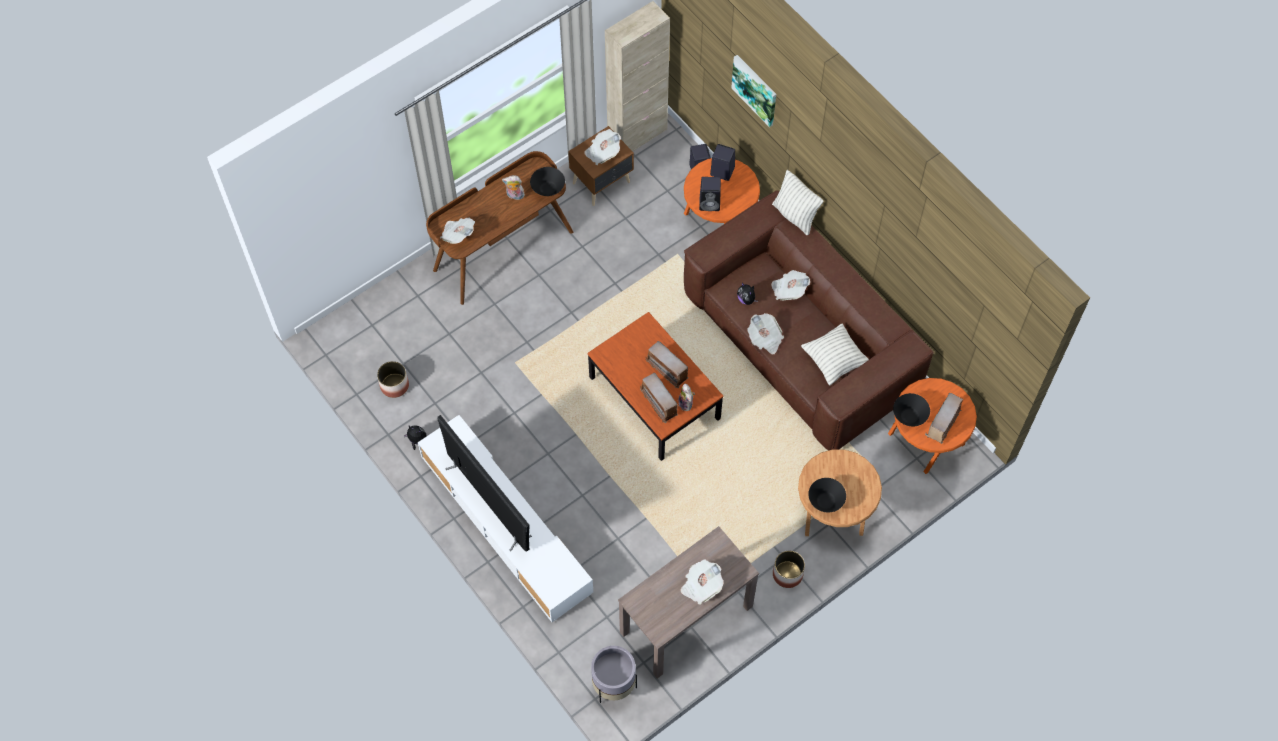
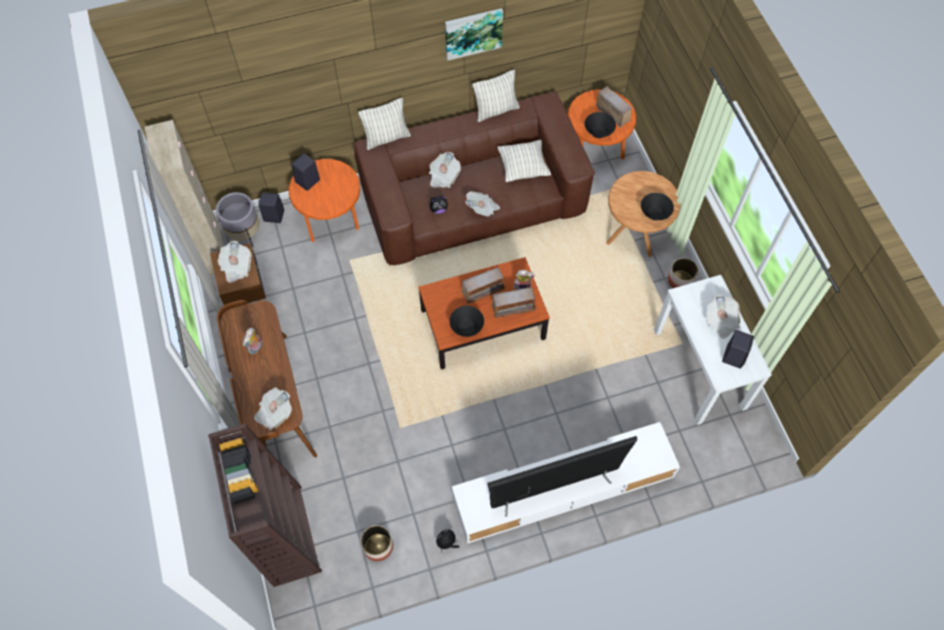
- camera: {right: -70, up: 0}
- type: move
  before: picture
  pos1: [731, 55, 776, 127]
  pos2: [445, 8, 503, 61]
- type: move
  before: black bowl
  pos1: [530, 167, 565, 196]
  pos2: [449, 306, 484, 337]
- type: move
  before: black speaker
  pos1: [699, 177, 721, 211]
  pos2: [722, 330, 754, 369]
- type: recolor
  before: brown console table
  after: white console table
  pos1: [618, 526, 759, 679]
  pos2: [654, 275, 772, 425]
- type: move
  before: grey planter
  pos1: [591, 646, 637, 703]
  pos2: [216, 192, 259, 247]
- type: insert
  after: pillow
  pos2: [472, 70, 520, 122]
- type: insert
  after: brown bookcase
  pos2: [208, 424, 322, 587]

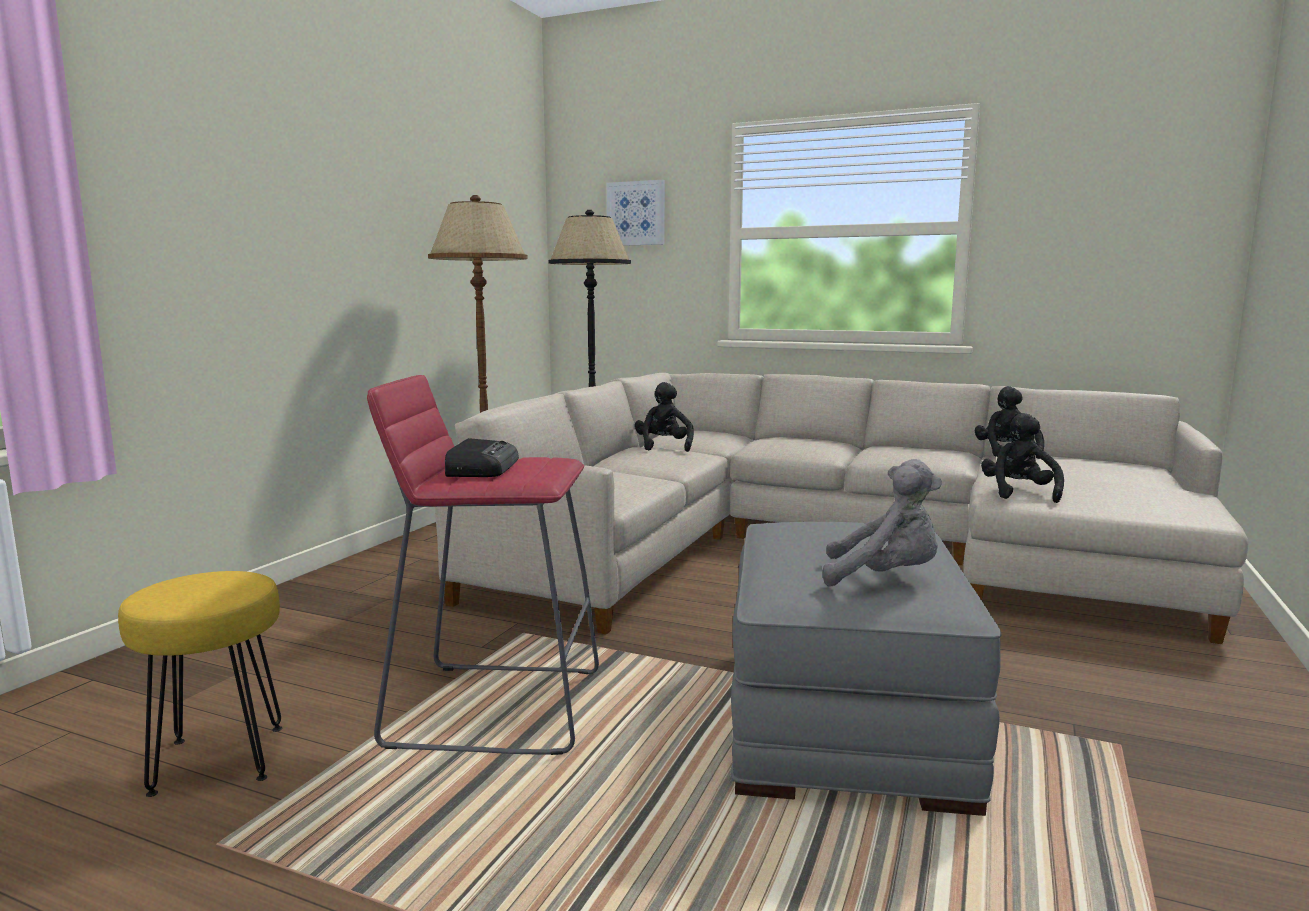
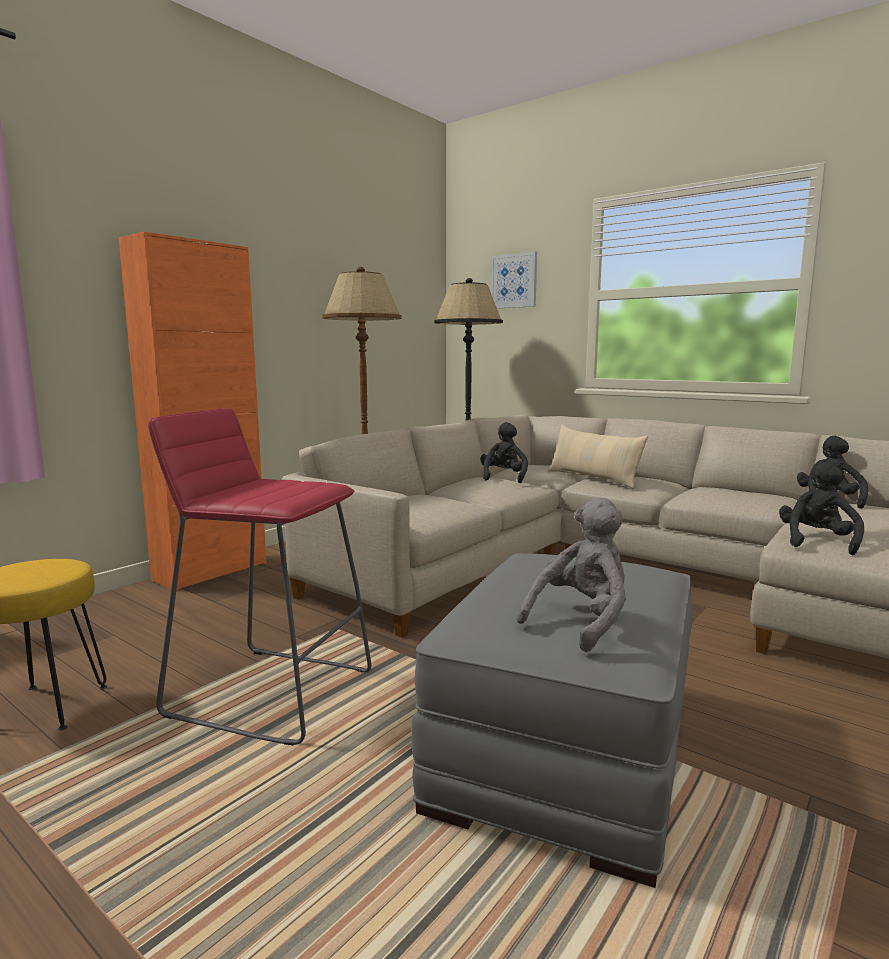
- camera: {right: 15, up: 0}
- type: delete
  before: radio
  pos1: [445, 438, 519, 477]
- type: rotate
  before: grey plush toy
  pos1: [823, 459, 942, 586]
  pos2: [517, 498, 626, 652]
  turn: -75
- type: insert
  after: orange cabinet
  pos2: [119, 231, 266, 591]
- type: insert
  after: beige pillow
  pos2: [548, 425, 648, 488]

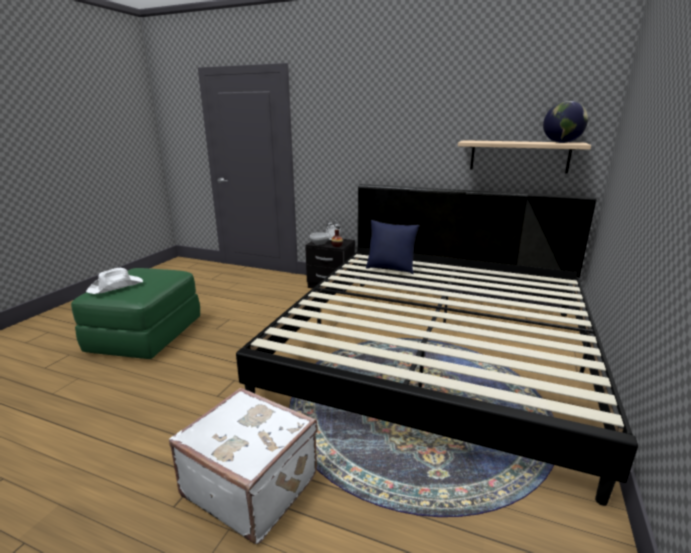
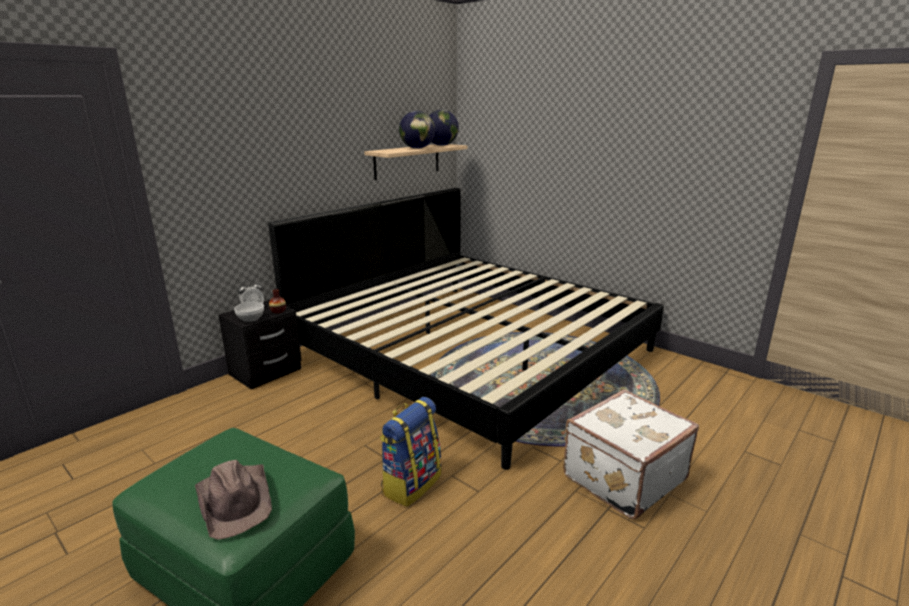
- camera: {right: -70, up: 0}
- type: delete
  before: blue pillow
  pos1: [366, 220, 420, 274]
- type: recolor
  before: white hat
  after: brown hat
  pos1: [86, 268, 143, 294]
  pos2: [195, 460, 272, 540]
- type: insert
  after: globe
  pos2: [399, 111, 435, 149]
- type: insert
  after: backpack
  pos2: [380, 397, 441, 507]

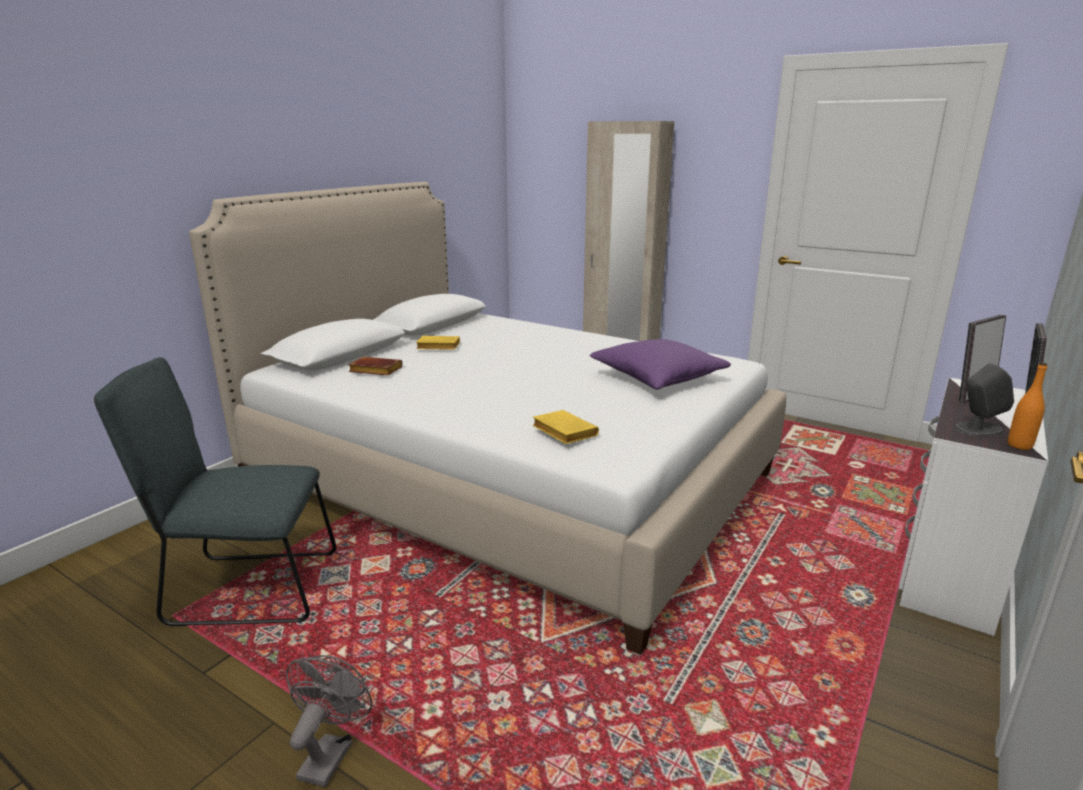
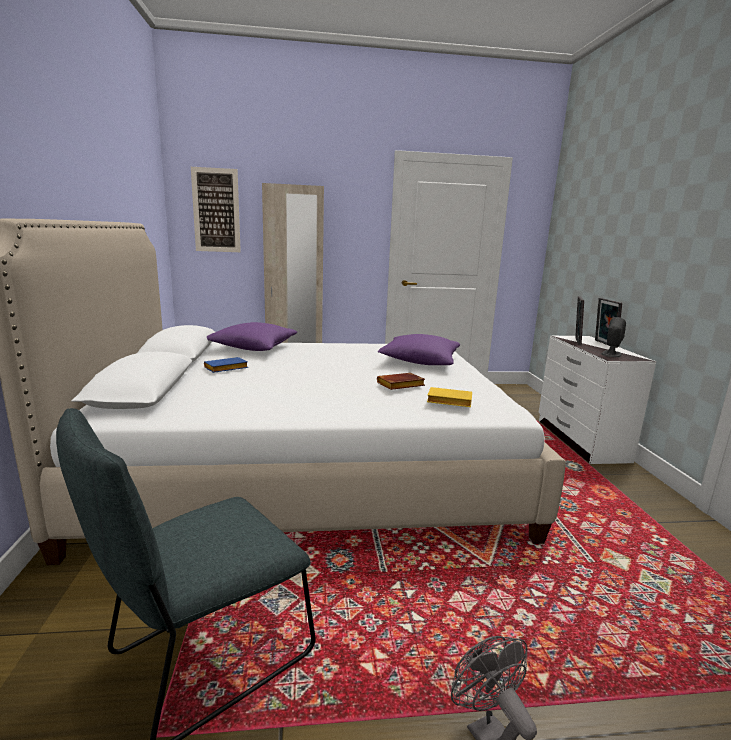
- camera: {right: -40, up: -5}
- type: recolor
  before: yellow book
  after: blue book
  pos1: [416, 336, 460, 350]
  pos2: [204, 357, 248, 373]
- type: move
  before: brown book
  pos1: [348, 357, 403, 375]
  pos2: [377, 373, 425, 390]
- type: delete
  before: orange bottle
  pos1: [1008, 362, 1047, 450]
- type: insert
  after: picture
  pos2: [191, 167, 241, 252]
- type: insert
  after: purple pillow
  pos2: [207, 322, 297, 351]

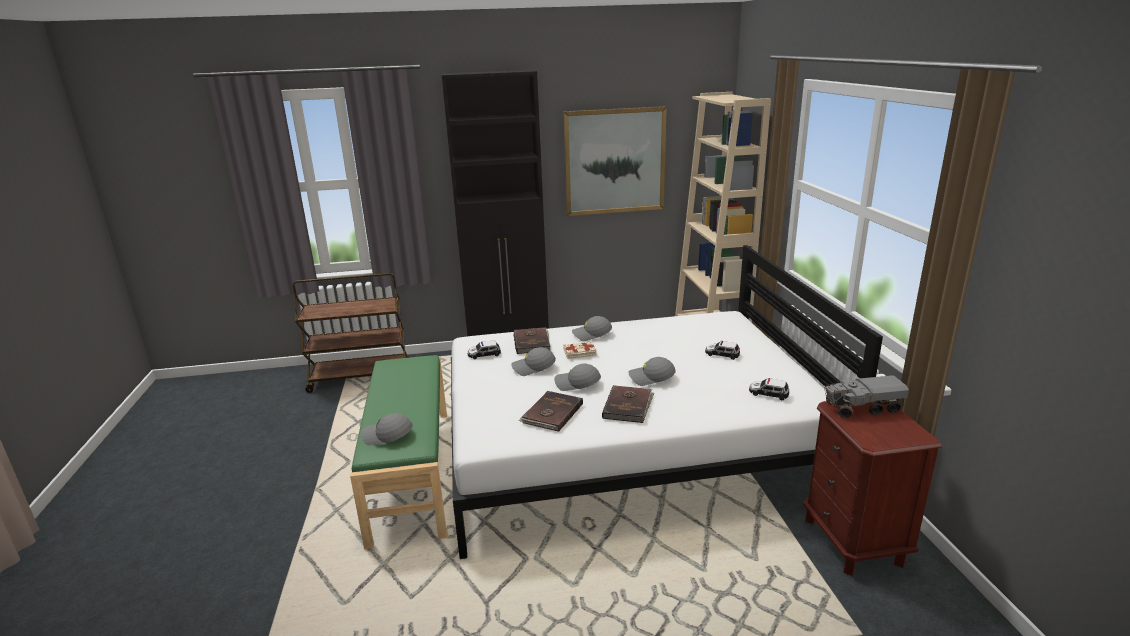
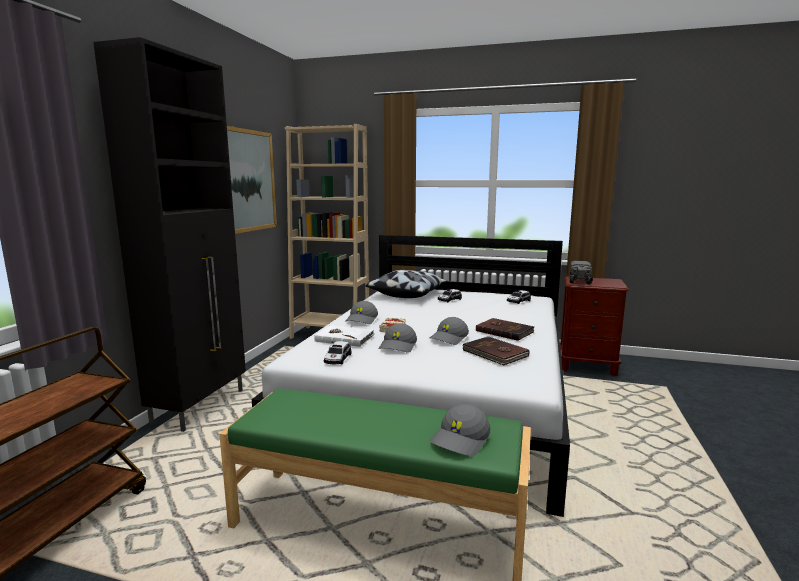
- camera: {right: -65, up: -10}
- type: recolor
  before: brown book
  after: white book
  pos1: [514, 327, 551, 354]
  pos2: [314, 325, 374, 347]
- type: delete
  before: grey cap
  pos1: [628, 357, 676, 386]
- type: insert
  after: pillow
  pos2: [365, 270, 447, 298]

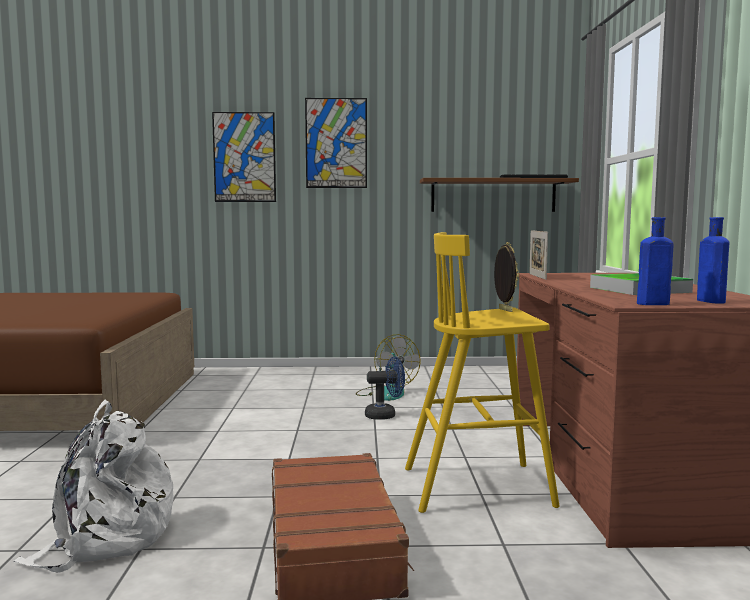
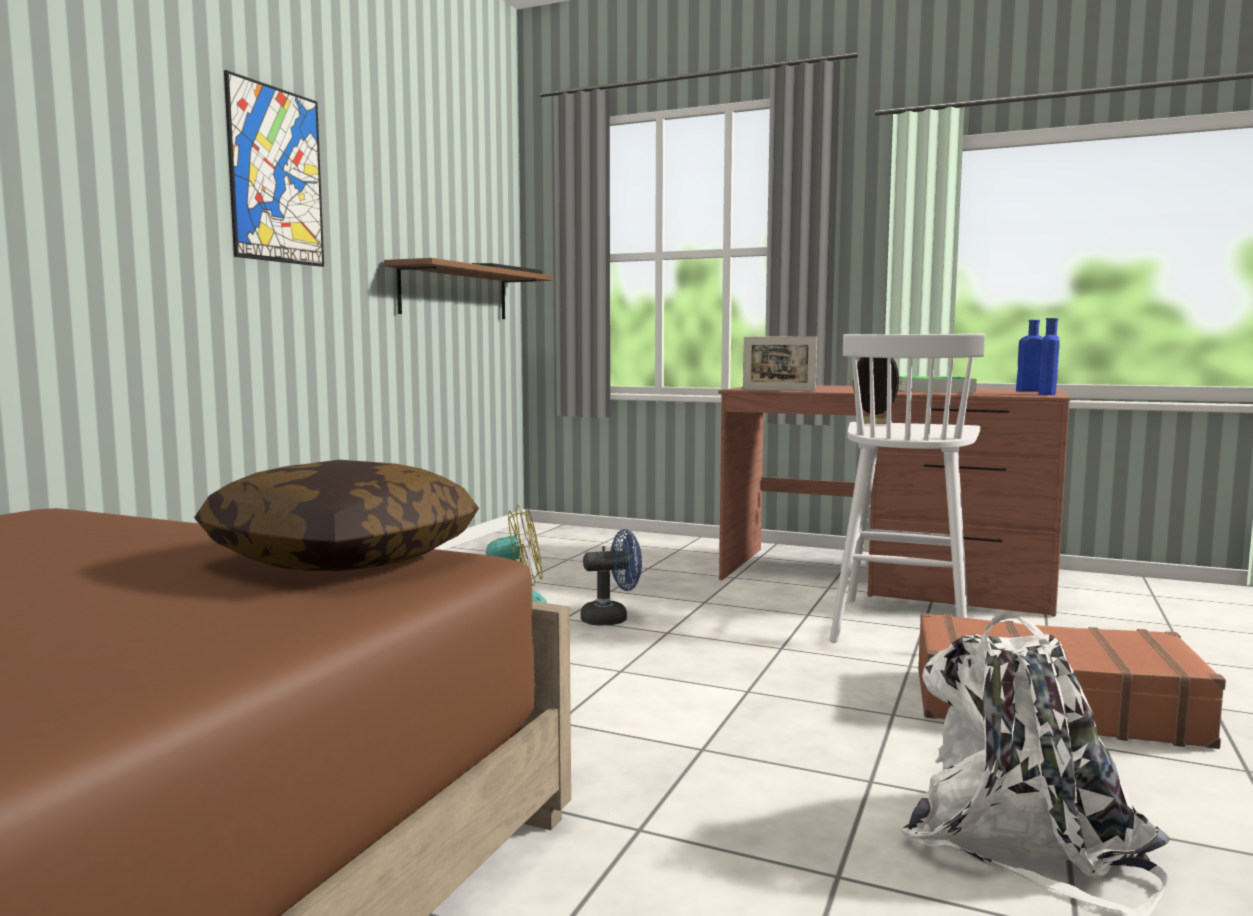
- camera: {right: -65, up: 0}
- type: delete
  before: picture
  pos1: [212, 112, 276, 202]
- type: recolor
  before: yellow stool
  after: white stool
  pos1: [405, 232, 560, 513]
  pos2: [830, 333, 985, 643]
- type: rotate
  before: blue fan
  pos1: [365, 357, 405, 420]
  pos2: [581, 529, 642, 626]
  turn: 60
- type: insert
  after: pillow
  pos2: [194, 460, 479, 571]

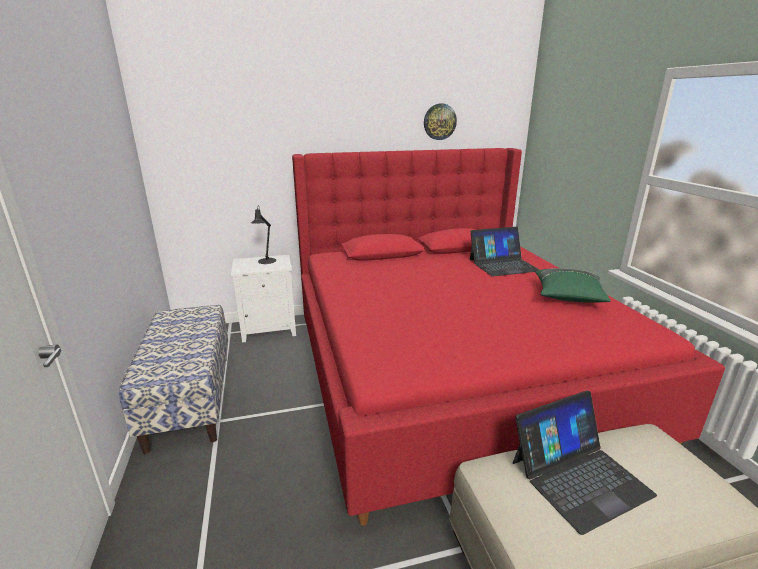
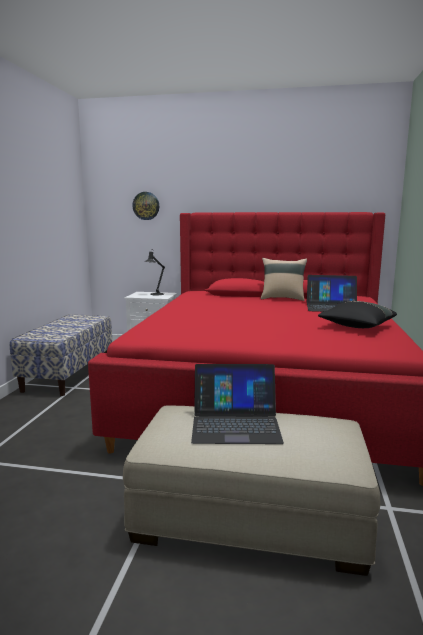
- camera: {right: 25, up: -10}
- type: move
  before: wall clock
  pos1: [424, 104, 457, 140]
  pos2: [133, 192, 159, 220]
- type: recolor
  before: green pillow
  after: black pillow
  pos1: [535, 268, 611, 303]
  pos2: [318, 301, 397, 328]
- type: insert
  after: beige pillow
  pos2: [261, 258, 307, 301]

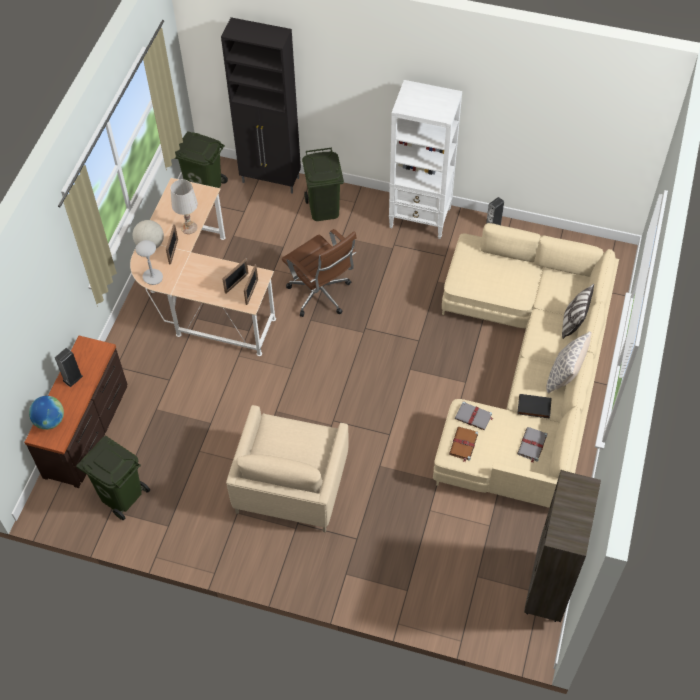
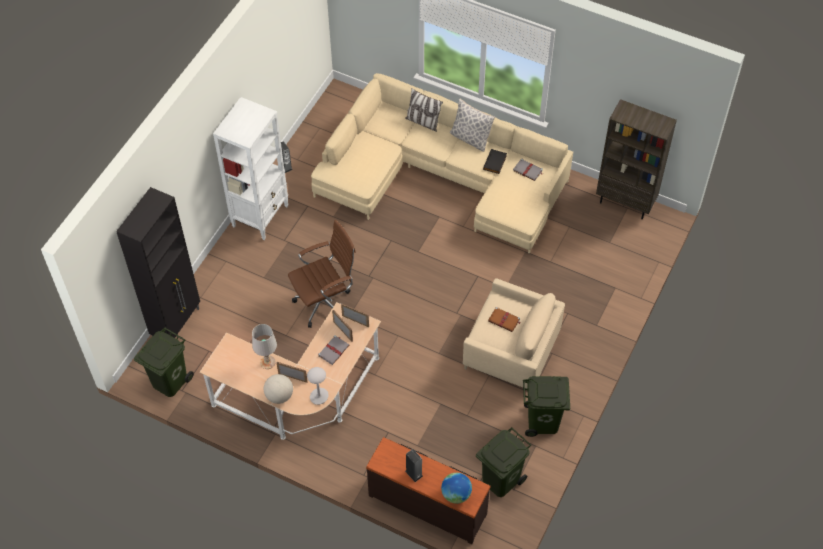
- camera: {right: -80, up: 0}
- type: move
  before: green trash can
  pos1: [302, 148, 344, 221]
  pos2: [523, 376, 570, 437]
- type: move
  before: grey book
  pos1: [455, 401, 493, 430]
  pos2: [318, 335, 349, 365]
- type: move
  before: brown book
  pos1: [449, 427, 478, 462]
  pos2: [488, 307, 520, 332]

